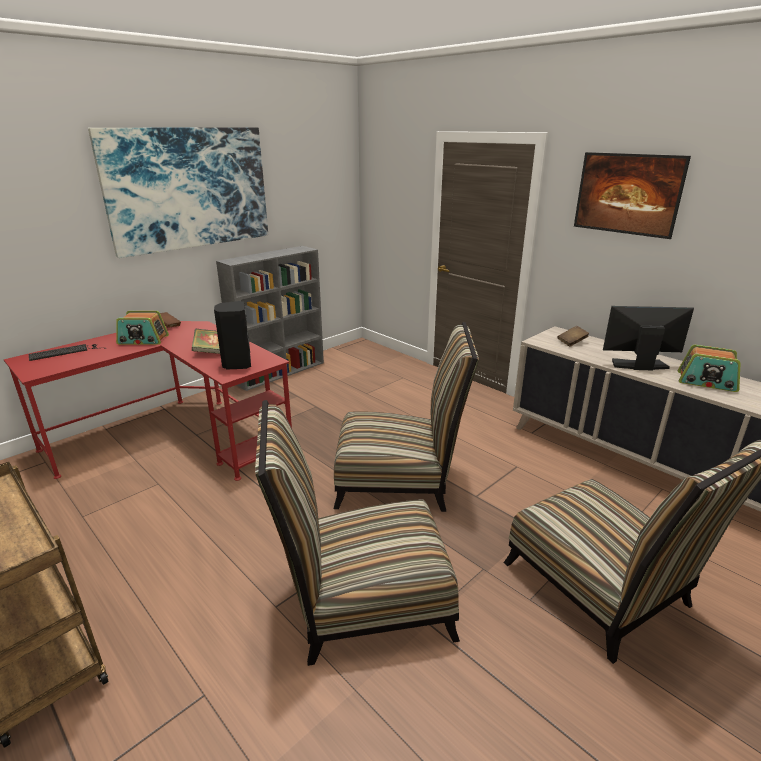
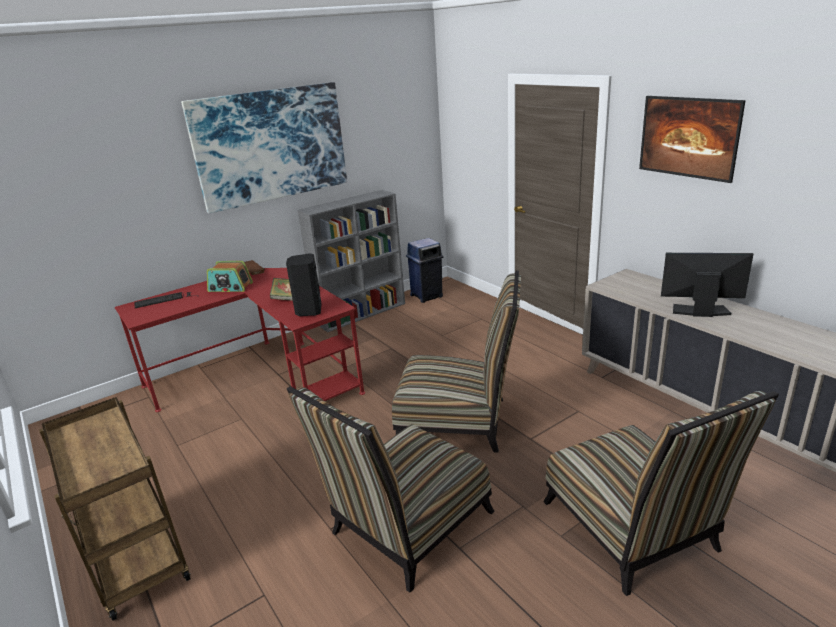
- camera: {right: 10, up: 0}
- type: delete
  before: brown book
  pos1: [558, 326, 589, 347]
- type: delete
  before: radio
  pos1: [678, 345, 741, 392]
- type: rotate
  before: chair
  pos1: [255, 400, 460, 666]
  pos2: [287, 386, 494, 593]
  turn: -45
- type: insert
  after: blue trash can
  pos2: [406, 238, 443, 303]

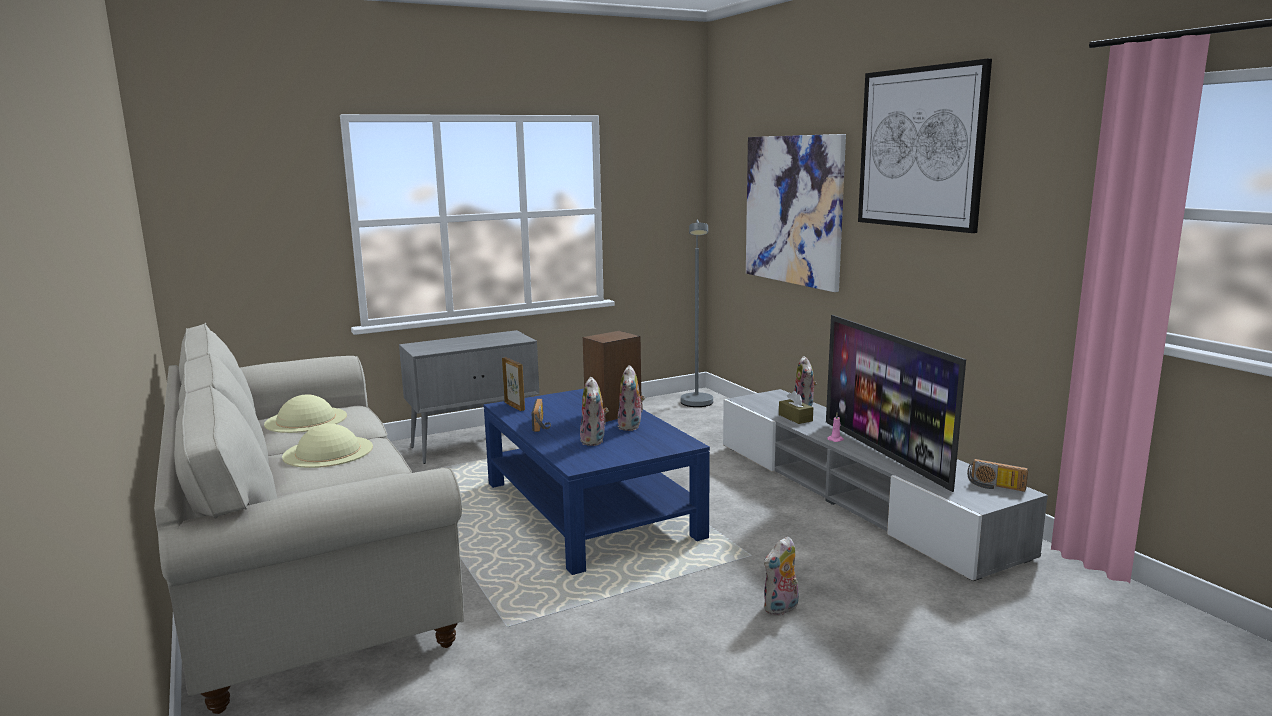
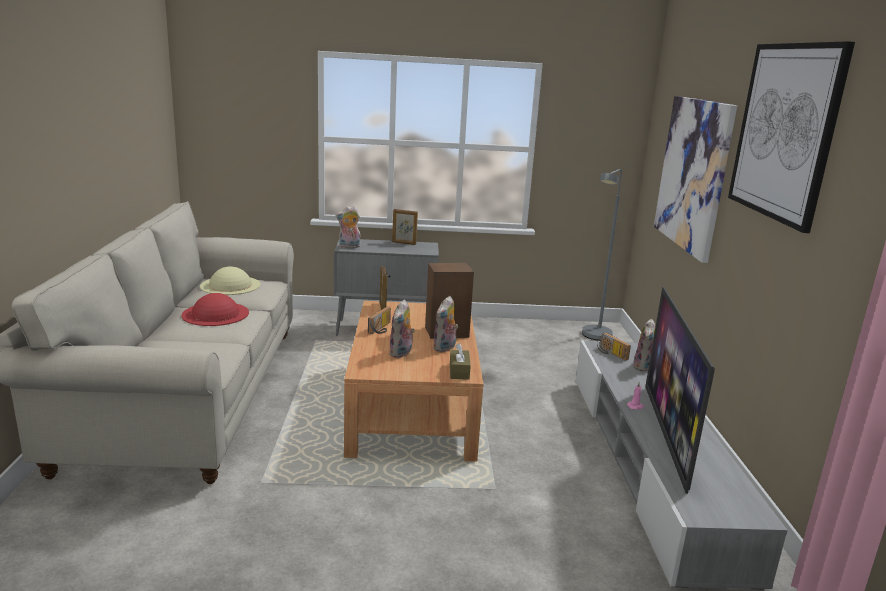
- camera: {right: 25, up: 5}
- type: recolor
  before: blue coffee table
  after: brown coffee table
  pos1: [484, 389, 710, 575]
  pos2: [344, 301, 484, 462]
- type: move
  before: brown tissue box
  pos1: [779, 391, 813, 424]
  pos2: [450, 343, 471, 380]
- type: recolor
  before: beige hat
  after: red hat
  pos1: [282, 424, 373, 468]
  pos2: [182, 293, 249, 326]
- type: move
  before: radio
  pos1: [967, 459, 1028, 492]
  pos2: [597, 332, 631, 361]
- type: move
  before: plush toy
  pos1: [764, 536, 799, 615]
  pos2: [336, 206, 361, 248]
- type: insert
  after: picture frame
  pos2: [392, 209, 418, 245]

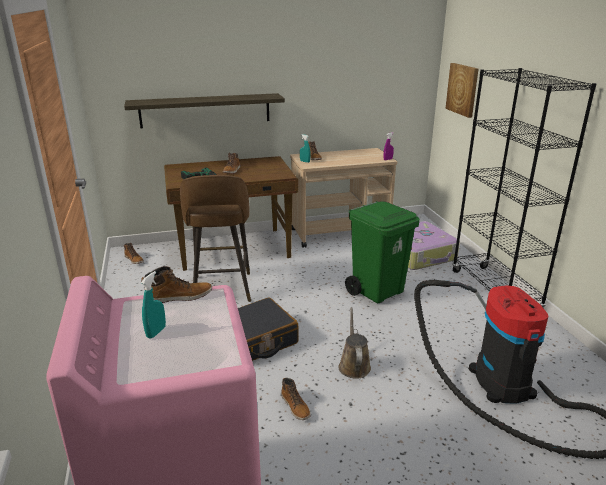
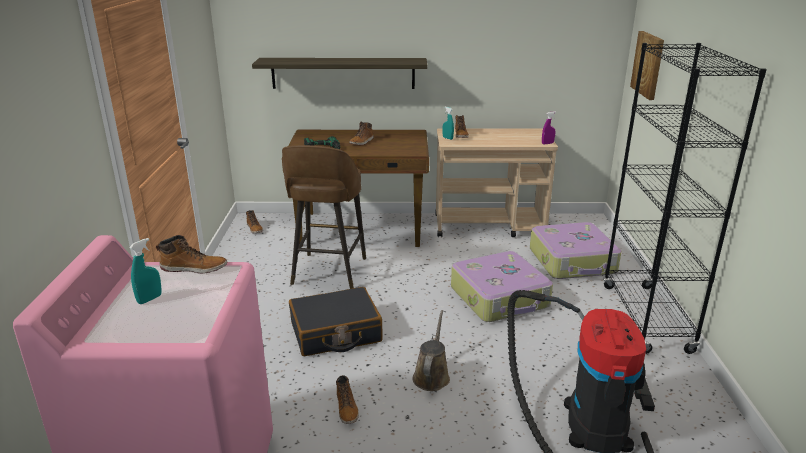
- camera: {right: 15, up: 0}
- type: replace
  before: green trash can
  after: suitcase
  pos1: [345, 201, 420, 303]
  pos2: [451, 251, 553, 322]

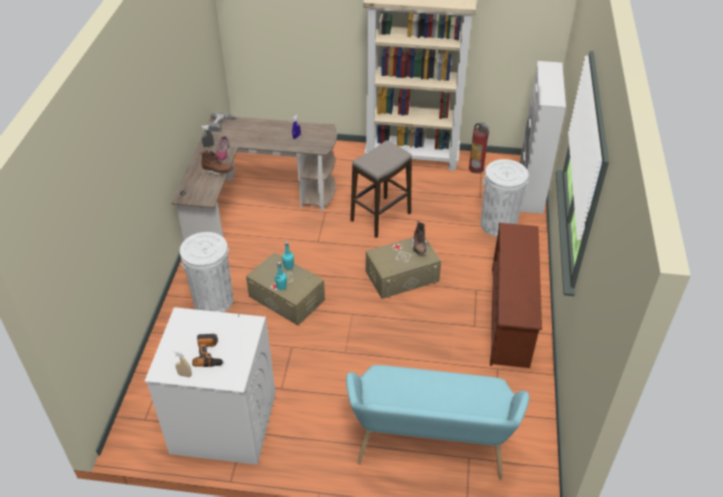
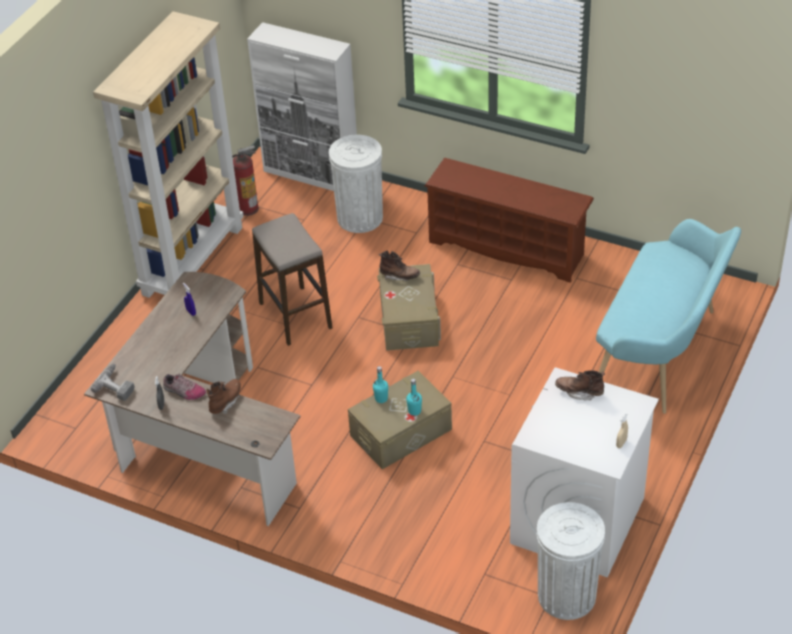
- camera: {right: -70, up: 0}
- type: move
  before: white trash can
  pos1: [180, 232, 233, 312]
  pos2: [537, 502, 605, 620]
- type: delete
  before: power drill
  pos1: [192, 334, 224, 367]
- type: insert
  after: brown boot
  pos2: [555, 370, 605, 401]

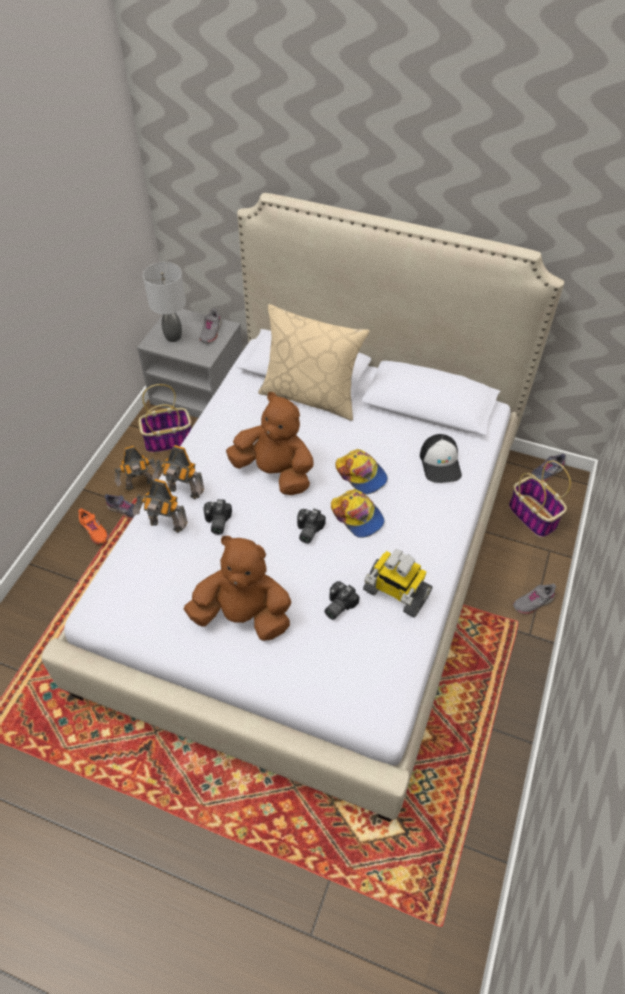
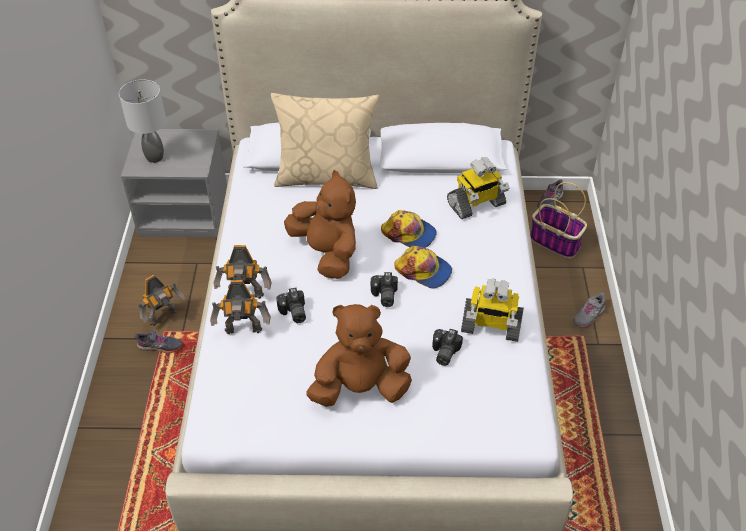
- camera: {right: -20, up: -5}
- type: delete
  before: grey shoe
  pos1: [200, 308, 222, 343]
- type: delete
  before: basket
  pos1: [138, 384, 191, 453]
- type: rotate
  before: brown plush toy
  pos1: [226, 392, 313, 495]
  pos2: [284, 170, 356, 279]
  turn: 45
- type: replace
  before: cap
  after: toy robot
  pos1: [420, 434, 462, 483]
  pos2: [447, 157, 509, 219]
- type: delete
  before: orange shoe
  pos1: [78, 508, 109, 545]

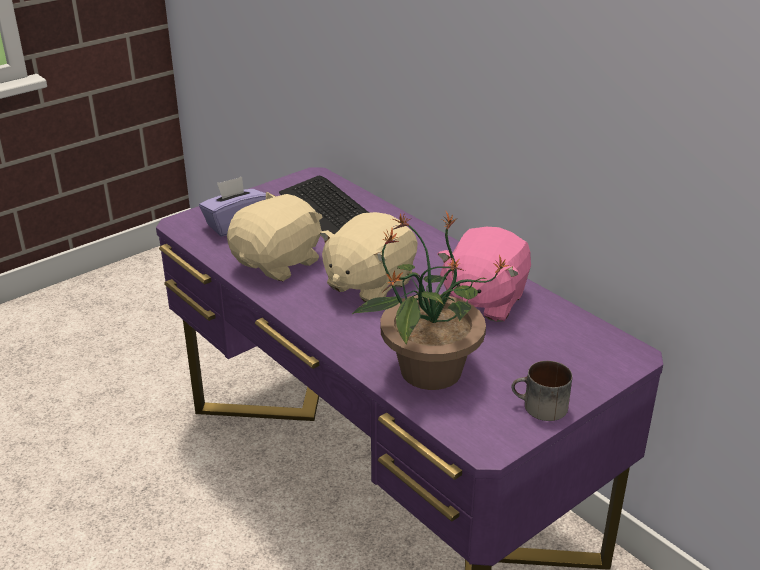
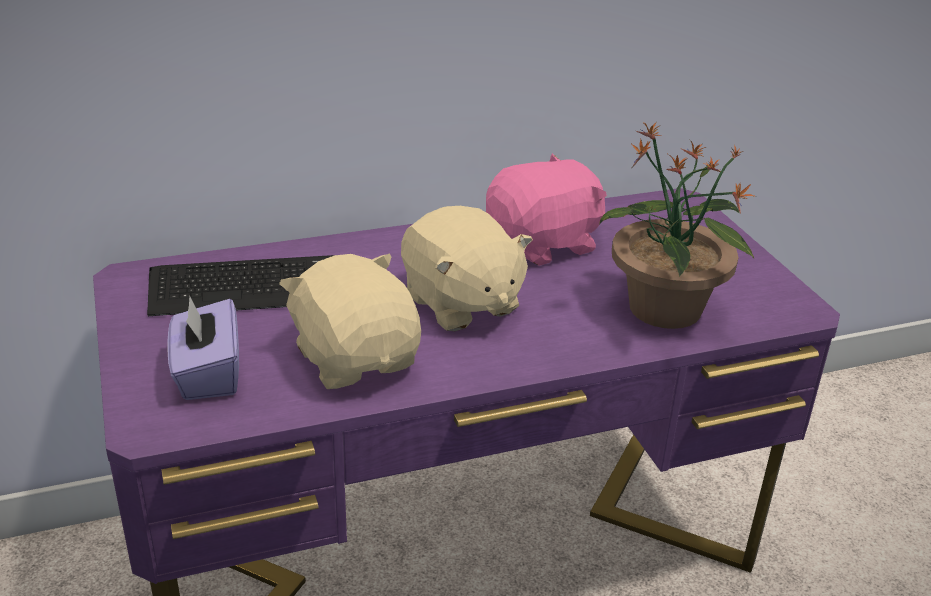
- camera: {right: -70, up: 0}
- type: rotate
  before: pink plush toy
  pos1: [437, 227, 531, 322]
  pos2: [486, 153, 607, 266]
  turn: -75
- type: delete
  before: mug
  pos1: [511, 361, 572, 421]

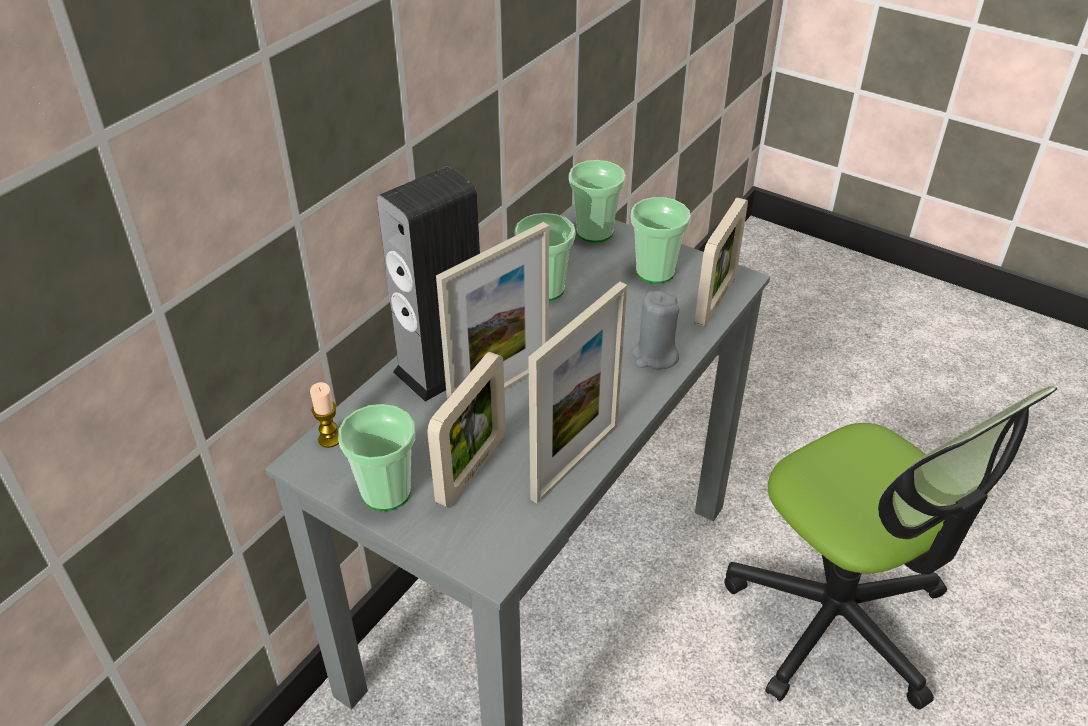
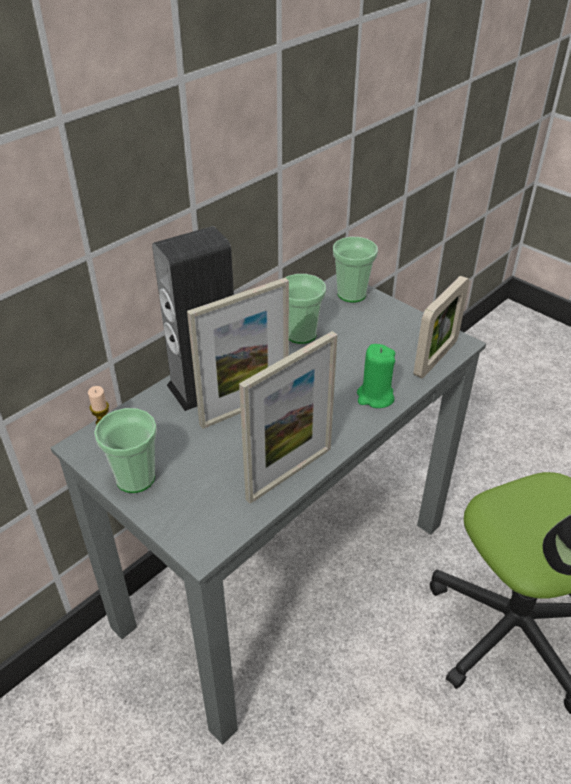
- camera: {right: 10, up: 0}
- type: delete
  before: cup
  pos1: [631, 197, 691, 284]
- type: recolor
  before: grey candle
  after: green candle
  pos1: [632, 291, 679, 370]
  pos2: [357, 344, 395, 408]
- type: delete
  before: picture frame
  pos1: [427, 352, 506, 508]

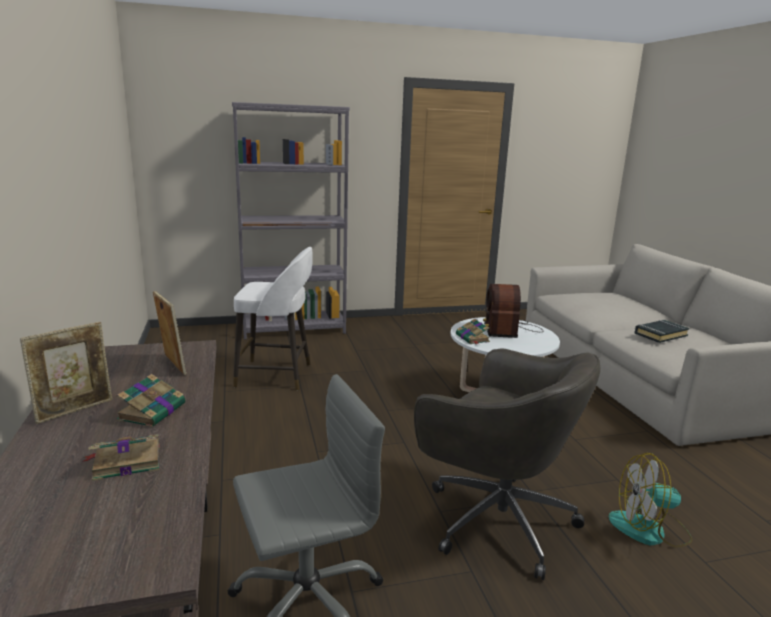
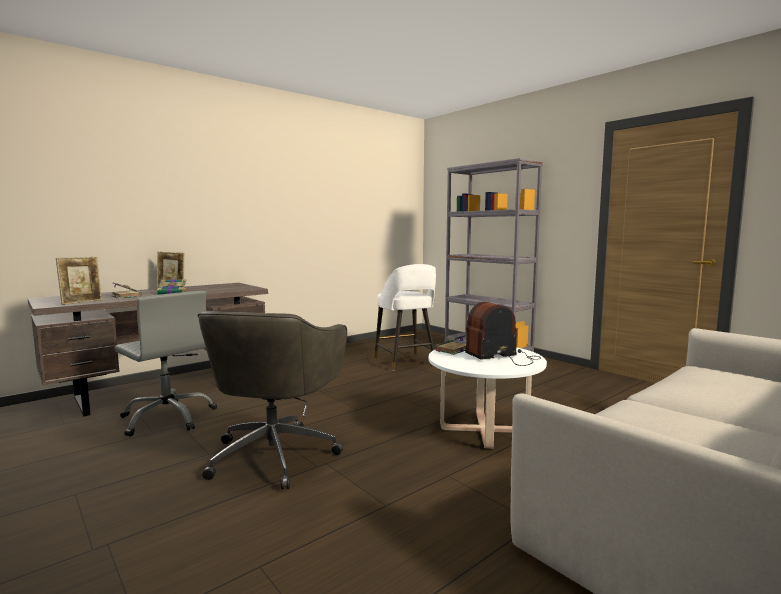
- camera: {right: 65, up: -10}
- type: move
  before: picture frame
  pos1: [153, 291, 187, 375]
  pos2: [56, 257, 102, 305]
- type: delete
  before: black book
  pos1: [635, 320, 689, 343]
- type: delete
  before: fan
  pos1: [609, 453, 692, 548]

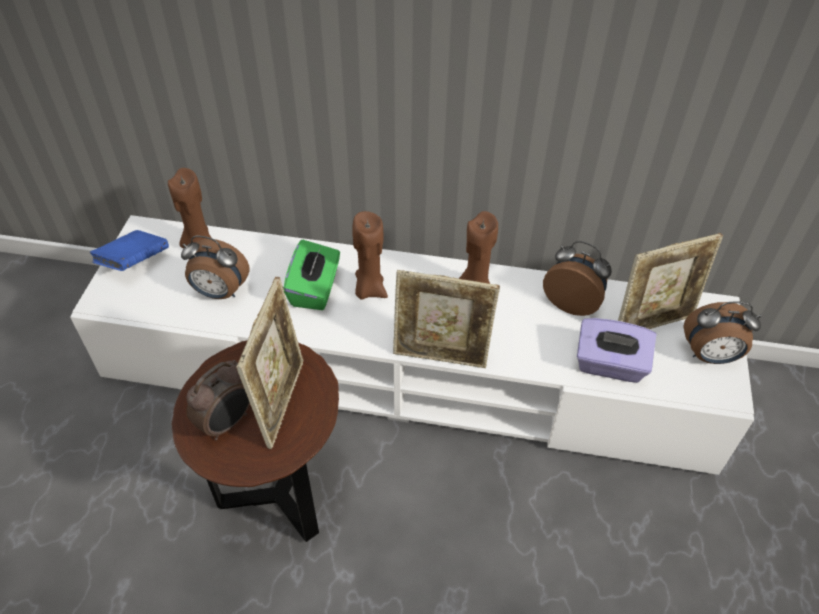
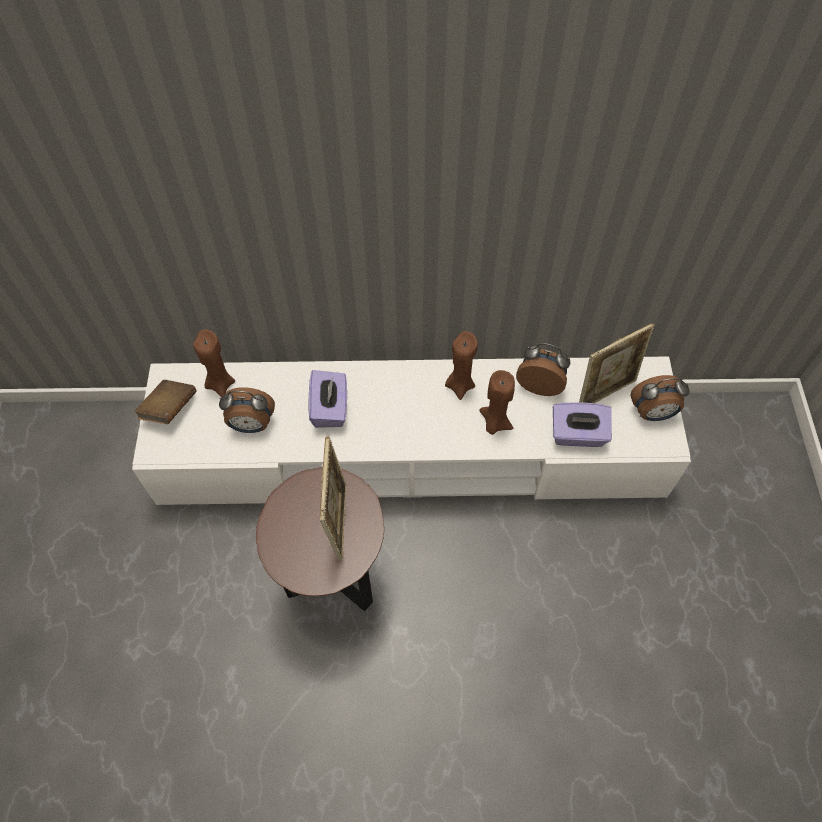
- camera: {right: -10, up: 10}
- type: move
  before: brown candle
  pos1: [352, 211, 388, 300]
  pos2: [480, 370, 515, 435]
- type: recolor
  before: blue book
  after: brown book
  pos1: [90, 230, 169, 271]
  pos2: [134, 380, 197, 424]
- type: recolor
  before: green tissue box
  after: purple tissue box
  pos1: [283, 239, 340, 310]
  pos2: [309, 370, 347, 428]
- type: delete
  before: picture frame
  pos1: [393, 270, 500, 368]
- type: delete
  before: alarm clock
  pos1: [186, 360, 250, 440]

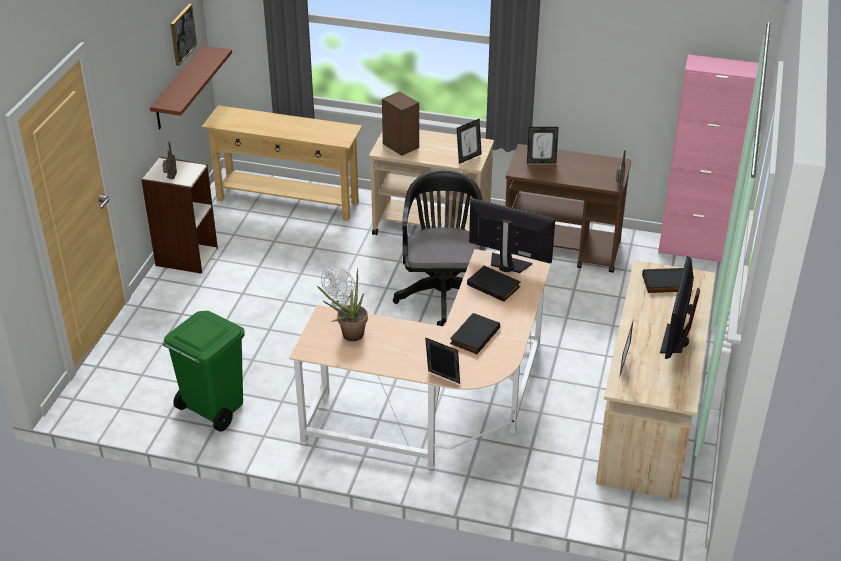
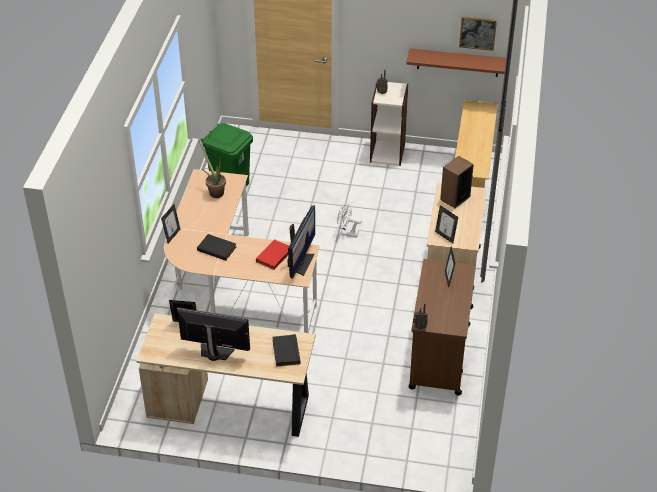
- camera: {right: 85, up: 5}
- type: delete
  before: pink cabinet
  pos1: [658, 54, 759, 262]
- type: delete
  before: black office chair
  pos1: [393, 170, 485, 326]
- type: recolor
  before: black book
  after: red book
  pos1: [467, 265, 521, 302]
  pos2: [256, 239, 289, 270]

